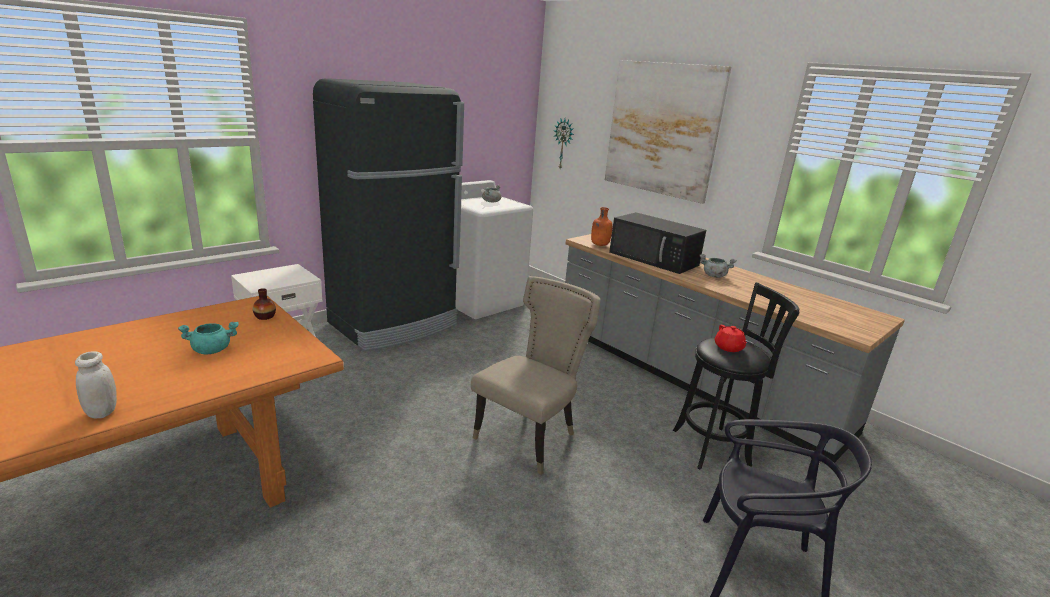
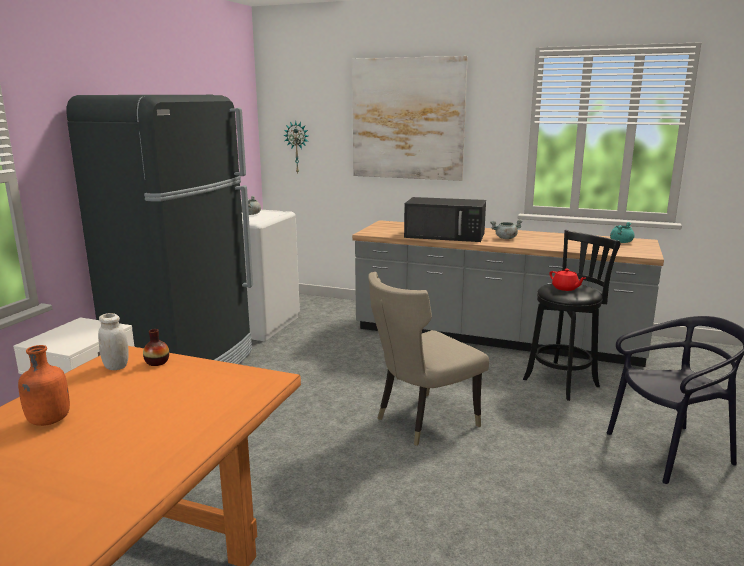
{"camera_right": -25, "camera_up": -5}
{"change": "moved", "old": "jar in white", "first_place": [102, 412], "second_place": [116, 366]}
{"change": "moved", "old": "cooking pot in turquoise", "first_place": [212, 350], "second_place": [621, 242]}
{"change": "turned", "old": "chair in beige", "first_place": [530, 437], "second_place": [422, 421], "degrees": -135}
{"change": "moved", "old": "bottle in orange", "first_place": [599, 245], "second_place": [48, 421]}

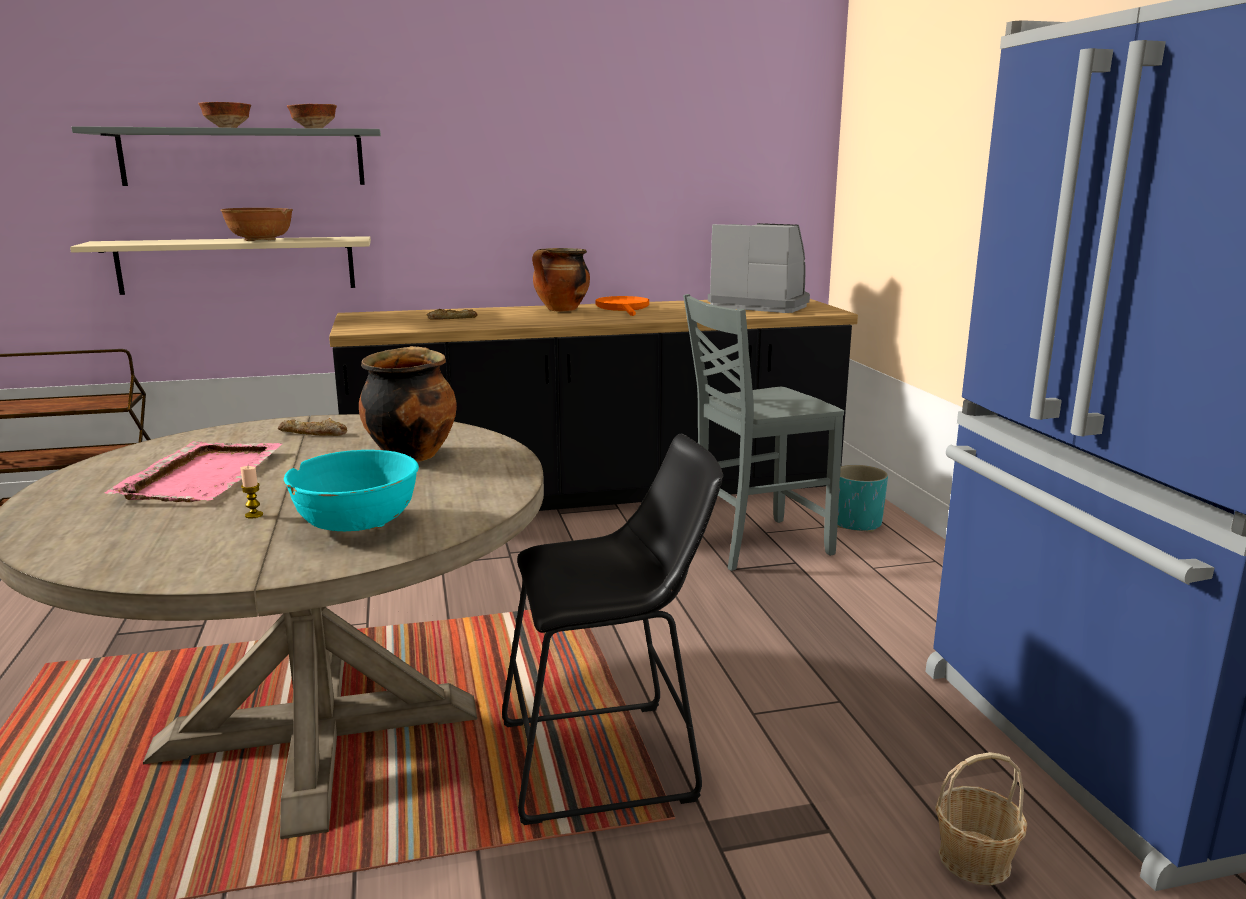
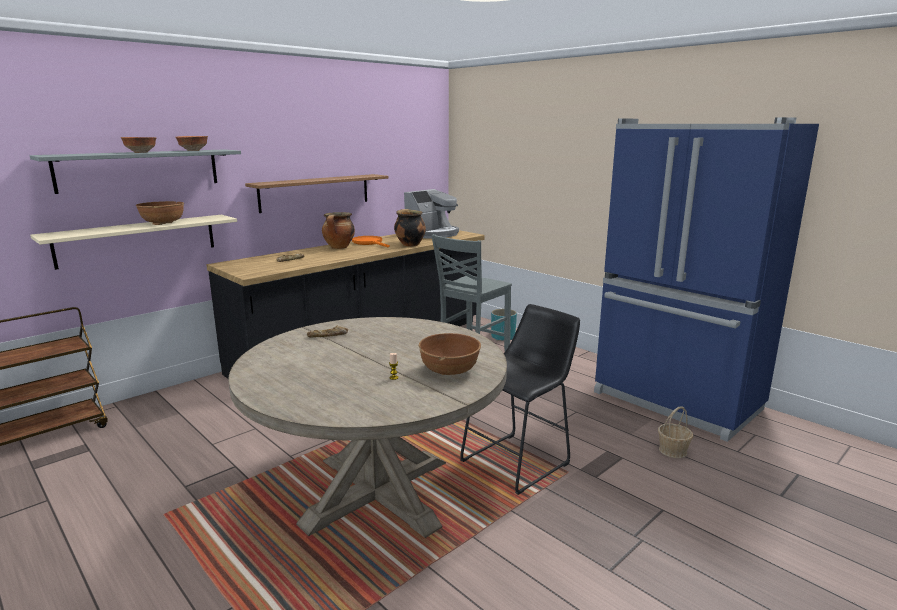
{"camera_right": -30, "camera_up": 0}
{"change": "removed", "old": "tray in pink", "first_place": [203, 475]}
{"change": "recoloured", "old": "bowl in turquoise", "new": "bowl in brown", "first_place": [357, 524], "second_place": [449, 371]}
{"change": "moved", "old": "cooking pot", "first_place": [411, 455], "second_place": [409, 245]}
{"change": "turned", "old": "coffee machine", "first_place": [760, 305], "second_place": [432, 234], "degrees": 135}
{"change": "added", "new": "shelf", "second_place": [315, 192]}

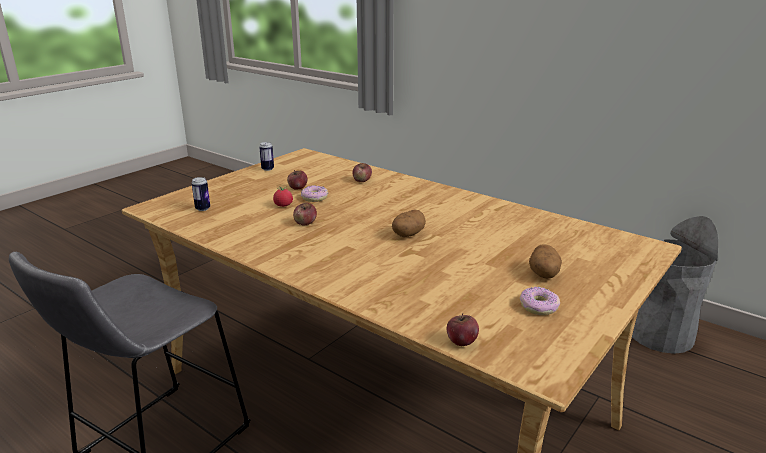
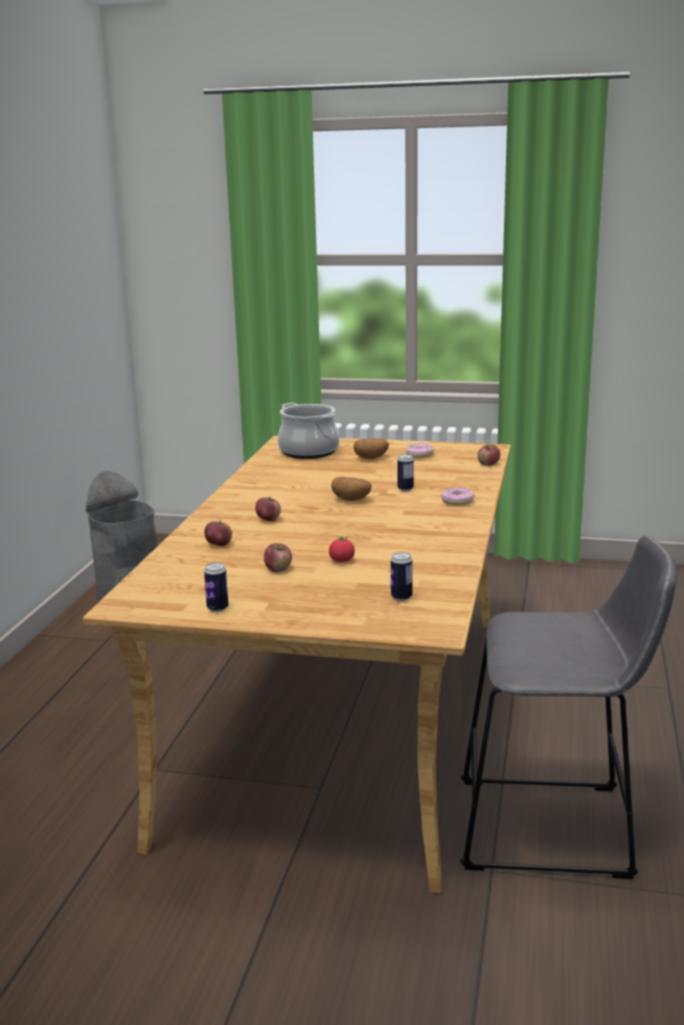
{"camera_right": -115, "camera_up": -5}
{"change": "moved", "old": "apple", "first_place": [305, 223], "second_place": [268, 519]}
{"change": "moved", "old": "donut", "first_place": [314, 198], "second_place": [457, 501]}
{"change": "added", "new": "cooking pot", "second_place": [309, 451]}
{"change": "added", "new": "can", "second_place": [405, 489]}

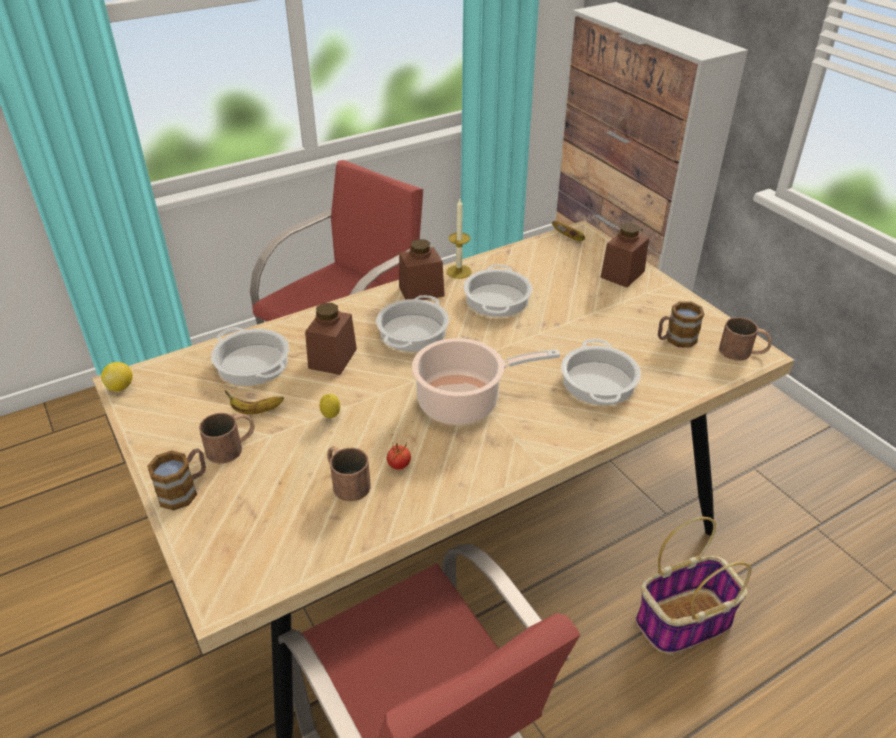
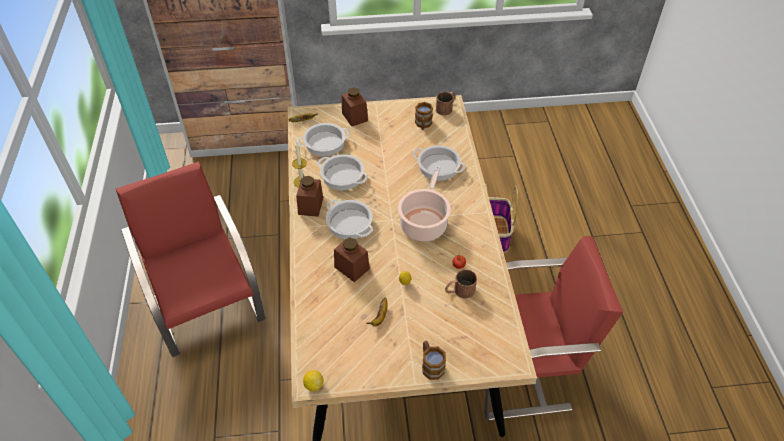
{"camera_right": -65, "camera_up": 10}
{"change": "removed", "old": "mug in brown", "first_place": [232, 446]}
{"change": "moved", "old": "cooking pot", "first_place": [253, 364], "second_place": [325, 143]}

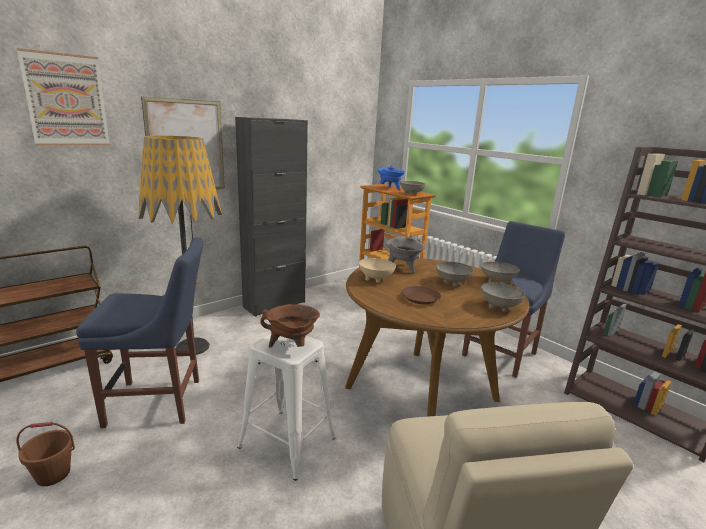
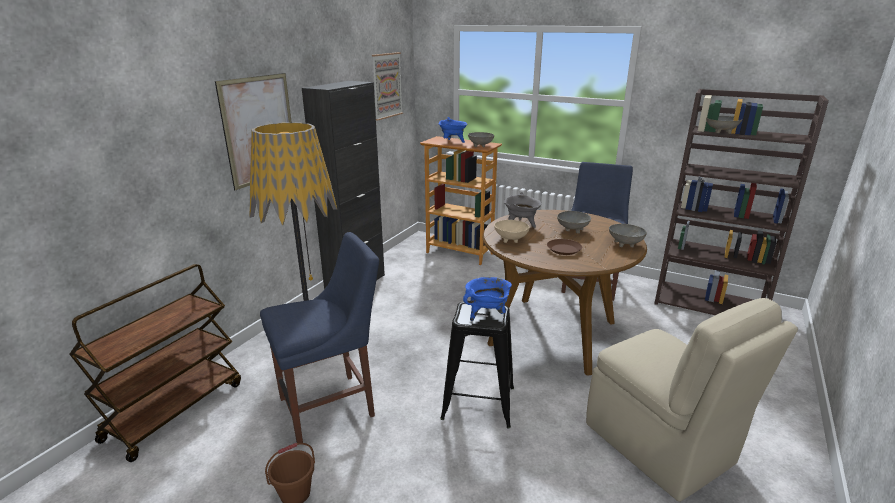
{"camera_right": -20, "camera_up": 5}
{"change": "moved", "old": "picture", "first_place": [66, 100], "second_place": [386, 85]}
{"change": "recoloured", "old": "stool in white", "new": "stool in black", "first_place": [286, 442], "second_place": [477, 403]}
{"change": "recoloured", "old": "cooking pot in brown", "new": "cooking pot in blue", "first_place": [292, 345], "second_place": [487, 315]}
{"change": "moved", "old": "bowl in grey", "first_place": [498, 281], "second_place": [721, 132]}

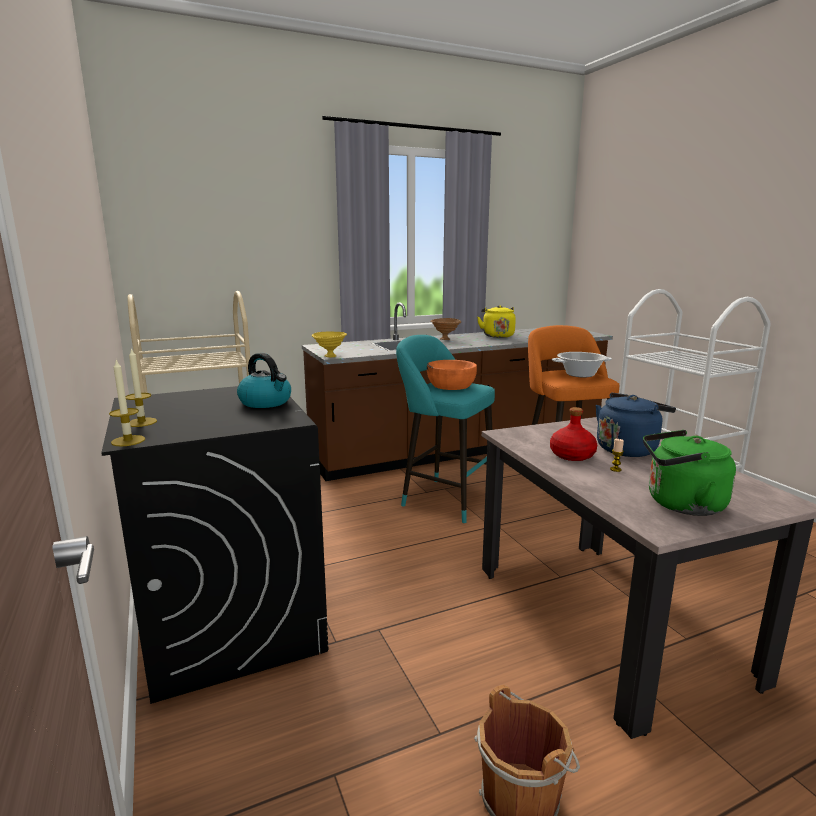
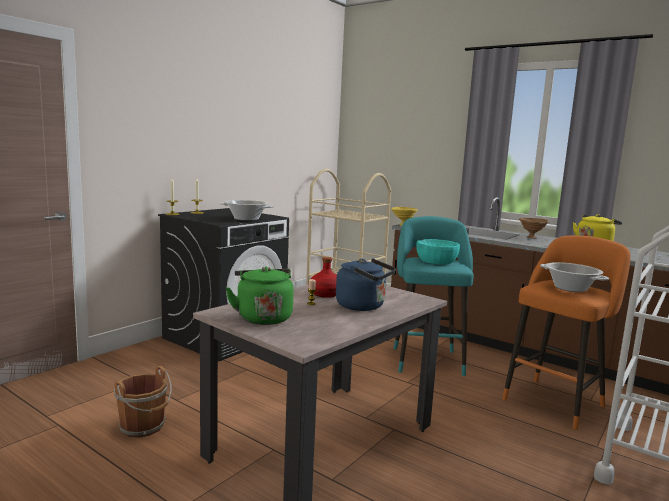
{"camera_right": 60, "camera_up": -5}
{"change": "replaced", "old": "kettle", "new": "cooking pot", "first_place": [266, 402], "second_place": [246, 219]}
{"change": "recoloured", "old": "bowl in orange", "new": "bowl in turquoise", "first_place": [451, 385], "second_place": [436, 260]}

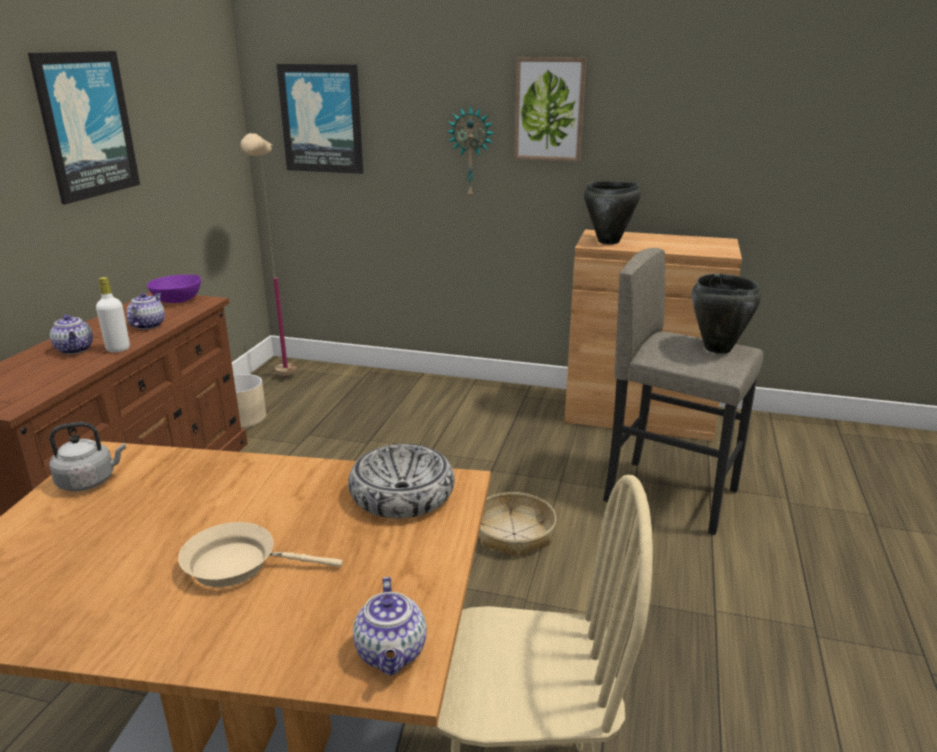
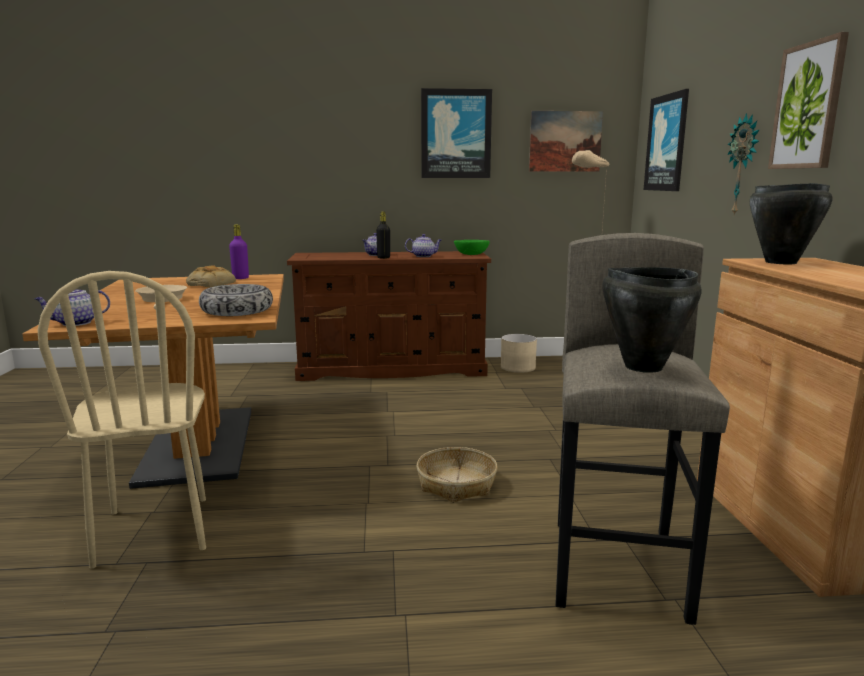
{"camera_right": 70, "camera_up": -10}
{"change": "replaced", "old": "kettle in grey", "new": "bottle in purple", "first_place": [90, 481], "second_place": [240, 278]}
{"change": "recoloured", "old": "bottle in white", "new": "bottle in black", "first_place": [118, 349], "second_place": [383, 258]}
{"change": "recoloured", "old": "bowl in purple", "new": "bowl in green", "first_place": [177, 300], "second_place": [471, 254]}
{"change": "added", "new": "bread", "second_place": [211, 284]}
{"change": "added", "new": "picture", "second_place": [565, 141]}

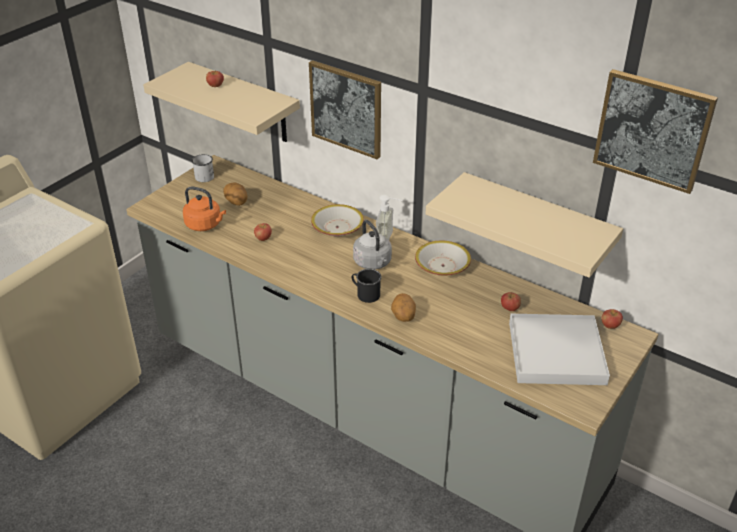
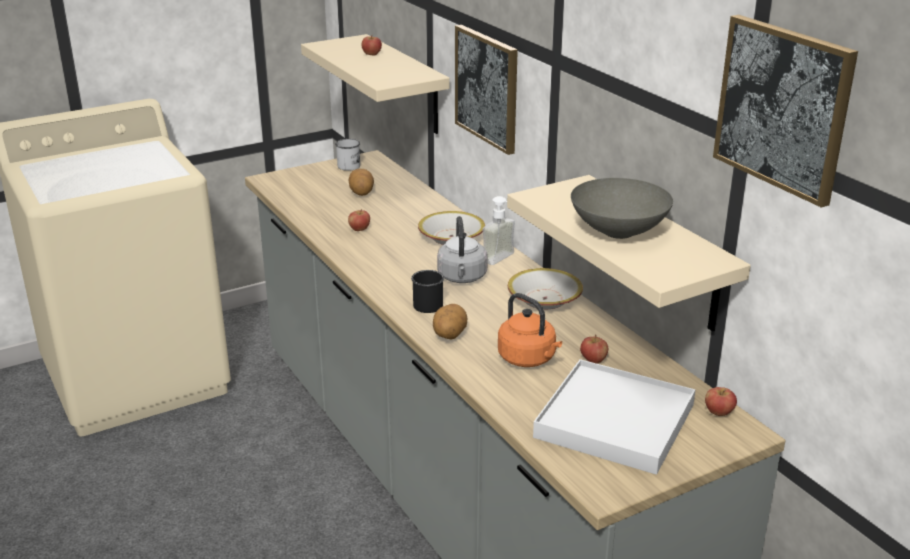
{"camera_right": 25, "camera_up": -10}
{"change": "moved", "old": "kettle in orange", "first_place": [205, 225], "second_place": [529, 359]}
{"change": "added", "new": "bowl in grey", "second_place": [620, 232]}

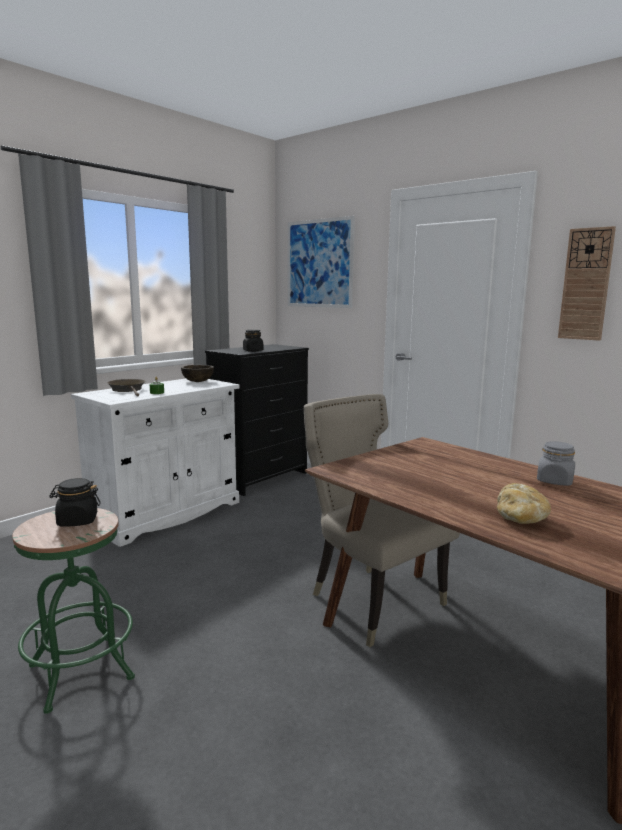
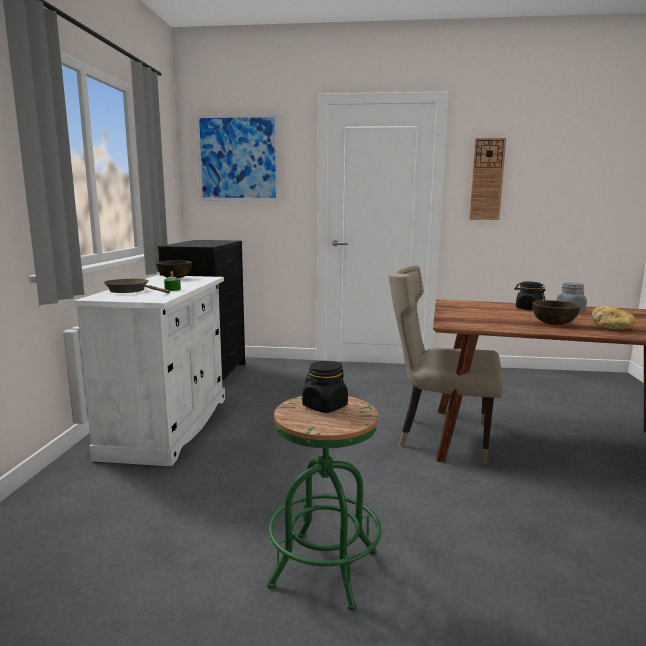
{"camera_right": -35, "camera_up": 0}
{"change": "moved", "old": "jar in black", "first_place": [253, 351], "second_place": [528, 308]}
{"change": "added", "new": "bowl in brown", "second_place": [554, 324]}

